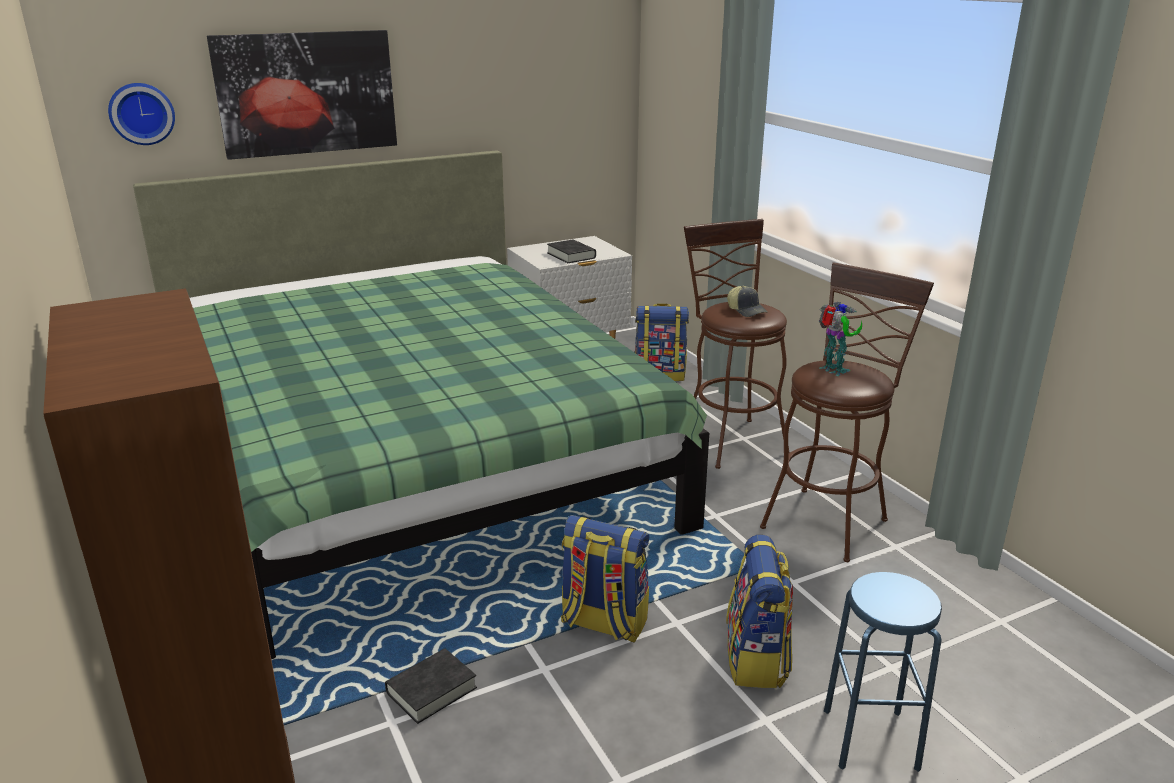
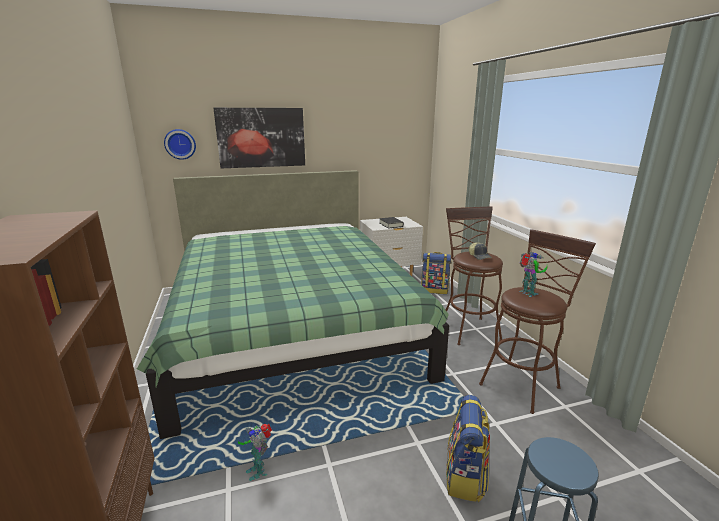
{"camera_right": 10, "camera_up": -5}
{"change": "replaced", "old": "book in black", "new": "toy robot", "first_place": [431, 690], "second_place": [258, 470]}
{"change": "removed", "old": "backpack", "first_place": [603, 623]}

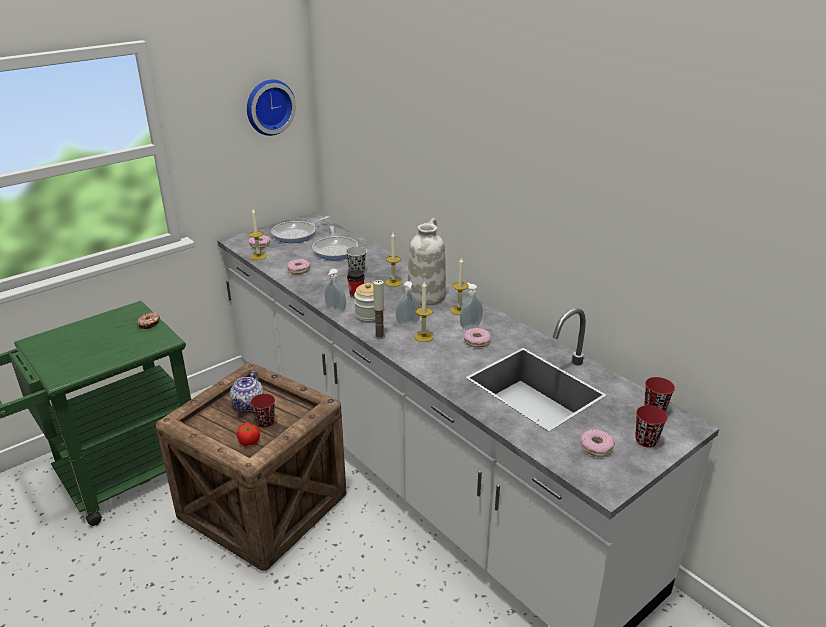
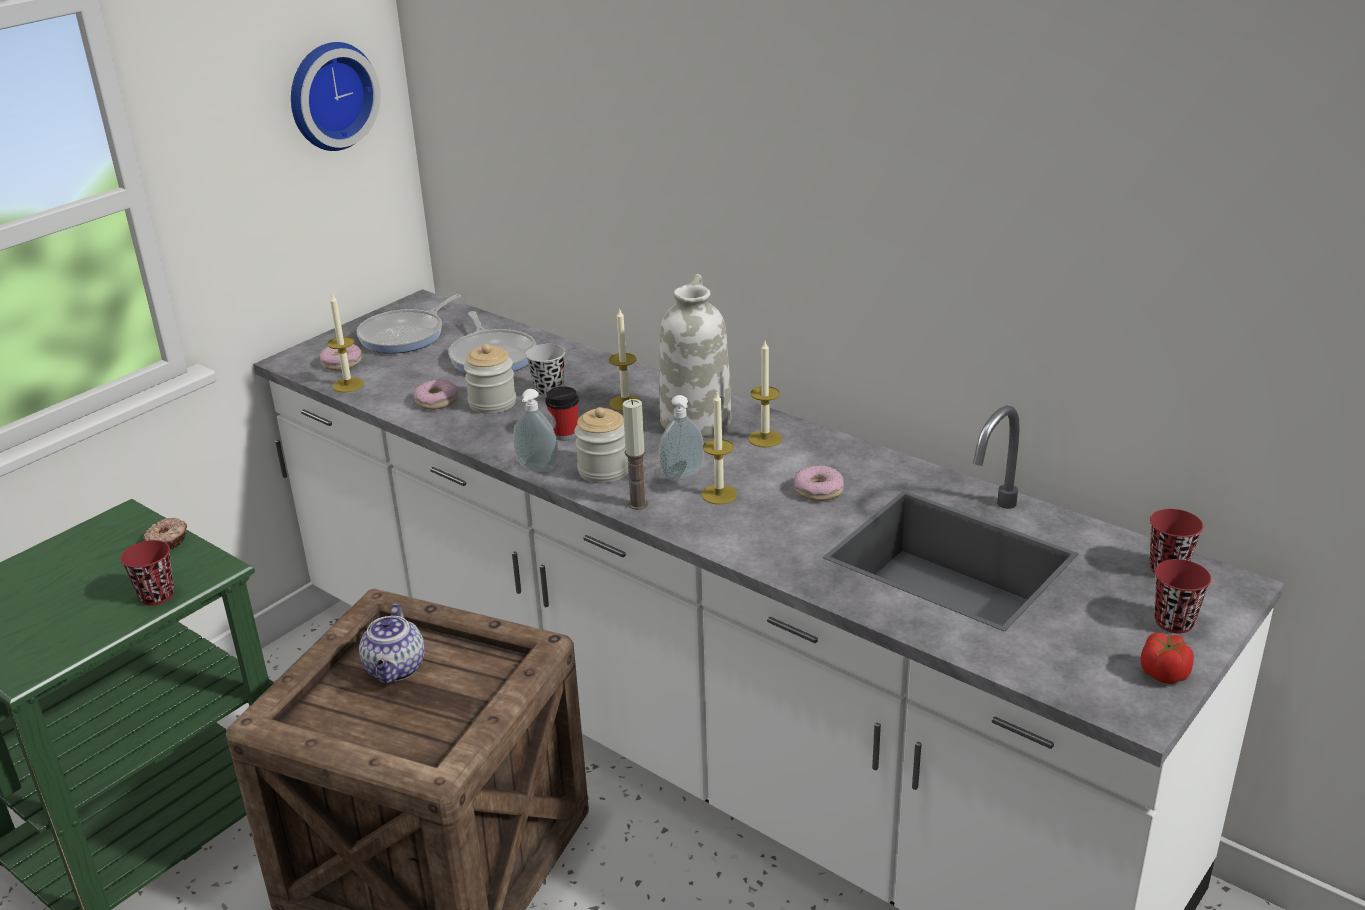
{"camera_right": -10, "camera_up": 0}
{"change": "moved", "old": "tomato", "first_place": [249, 441], "second_place": [1163, 673]}
{"change": "moved", "old": "cup in red", "first_place": [265, 422], "second_place": [157, 596]}
{"change": "removed", "old": "soap dispenser", "first_place": [470, 326]}
{"change": "removed", "old": "donut", "first_place": [596, 447]}
{"change": "added", "new": "jar", "second_place": [492, 403]}

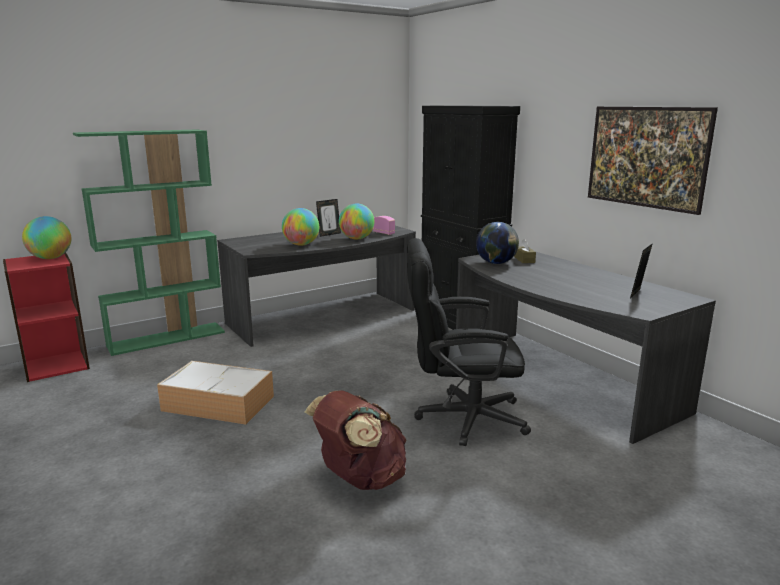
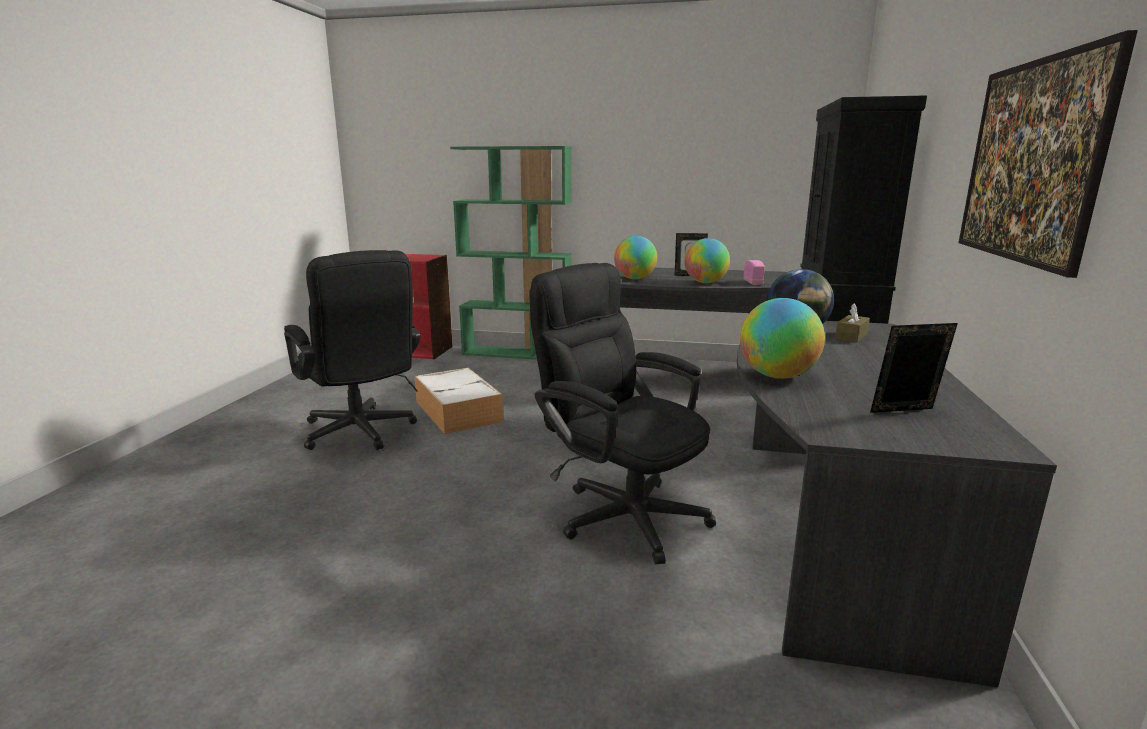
{"camera_right": 45, "camera_up": 0}
{"change": "moved", "old": "globe", "first_place": [50, 258], "second_place": [777, 376]}
{"change": "removed", "old": "backpack in brown", "first_place": [360, 479]}
{"change": "added", "new": "office chair in black", "second_place": [362, 434]}

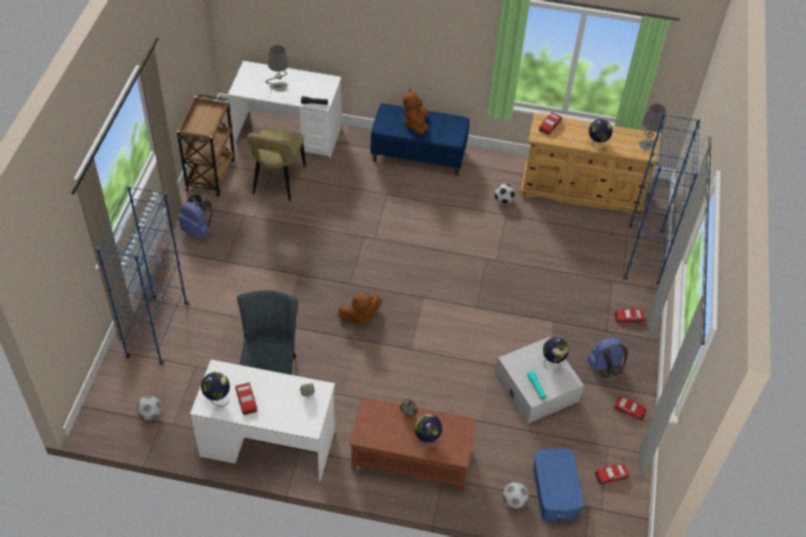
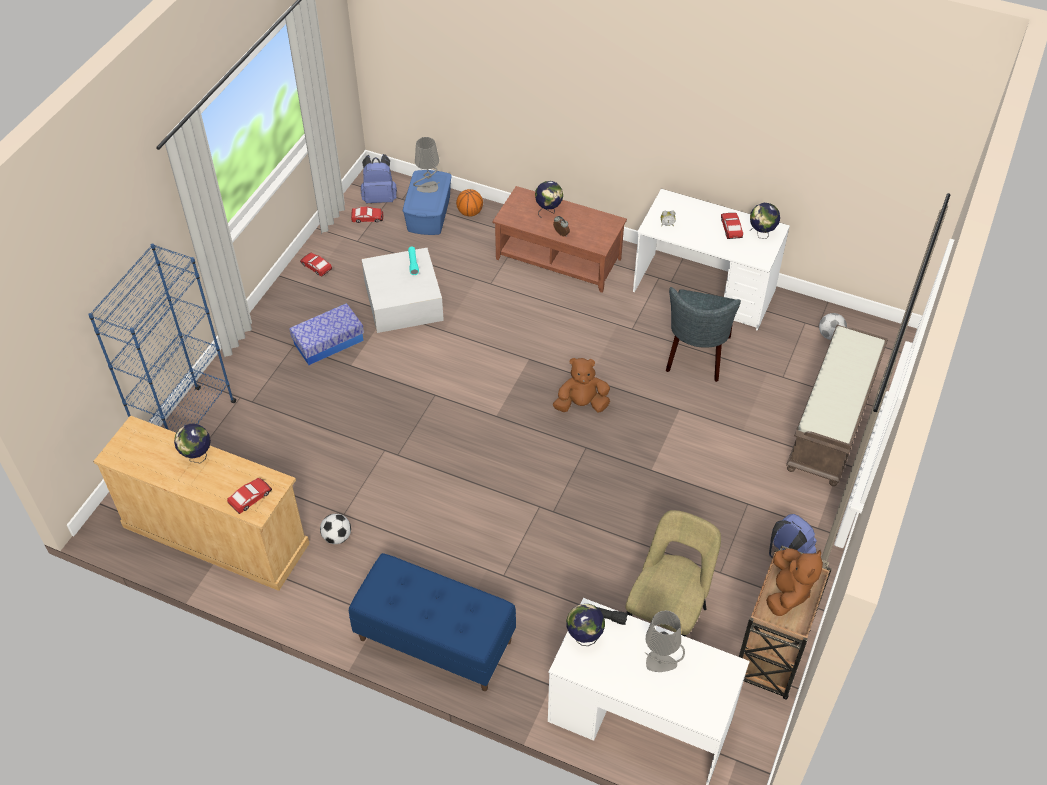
{"camera_right": -165, "camera_up": 0}
{"change": "replaced", "old": "bookcase in blue", "new": "bench in brown", "first_place": [157, 330], "second_place": [832, 424]}
{"change": "moved", "old": "plush toy in brown", "first_place": [416, 124], "second_place": [787, 592]}
{"change": "replaced", "old": "football", "new": "basketball", "first_place": [514, 501], "second_place": [470, 212]}
{"change": "moved", "old": "globe", "first_place": [553, 361], "second_place": [584, 637]}
{"change": "moved", "old": "backpack in blue", "first_place": [604, 369], "second_place": [380, 198]}
{"change": "removed", "old": "toy car", "first_place": [628, 318]}
{"change": "moved", "old": "table lamp in grey", "first_place": [647, 144], "second_place": [428, 188]}
{"change": "added", "new": "storage box", "second_place": [328, 342]}

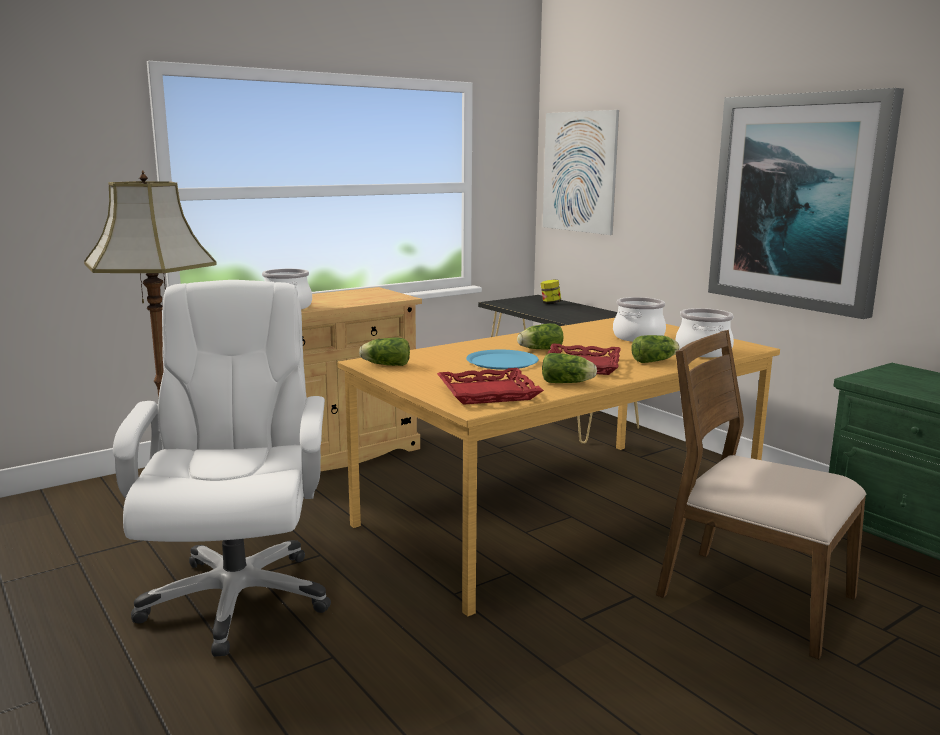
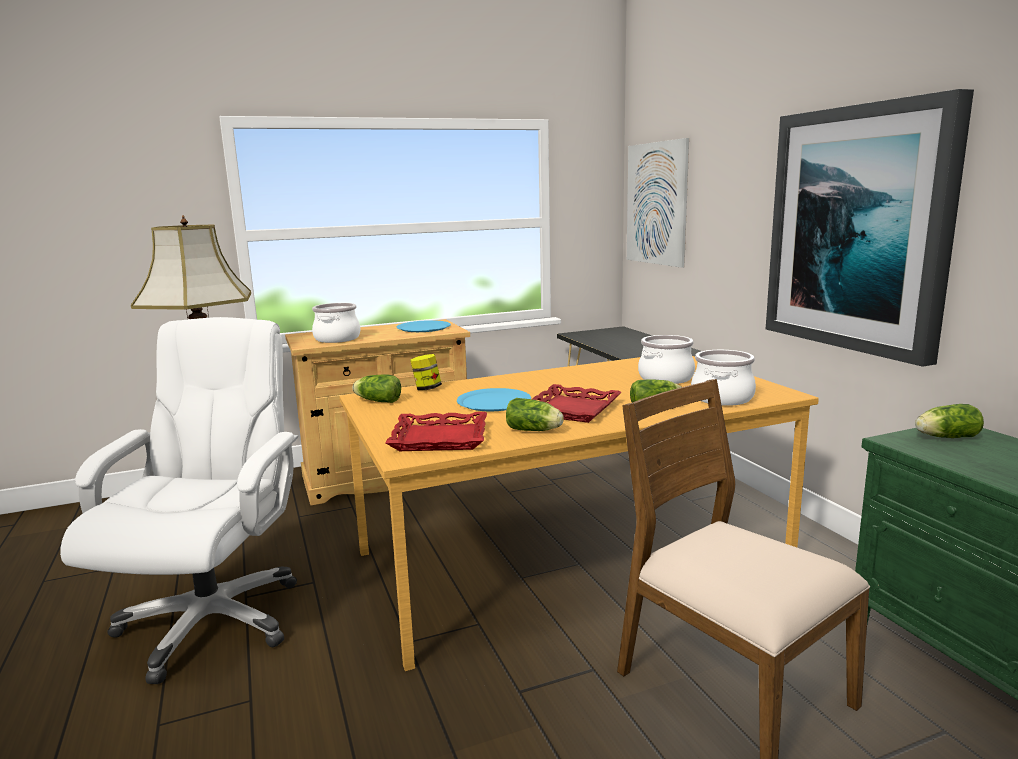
{"camera_right": 15, "camera_up": 0}
{"change": "moved", "old": "lettuce", "first_place": [539, 349], "second_place": [944, 437]}
{"change": "moved", "old": "jar", "first_place": [550, 303], "second_place": [426, 389]}
{"change": "added", "new": "plate in blue", "second_place": [423, 327]}

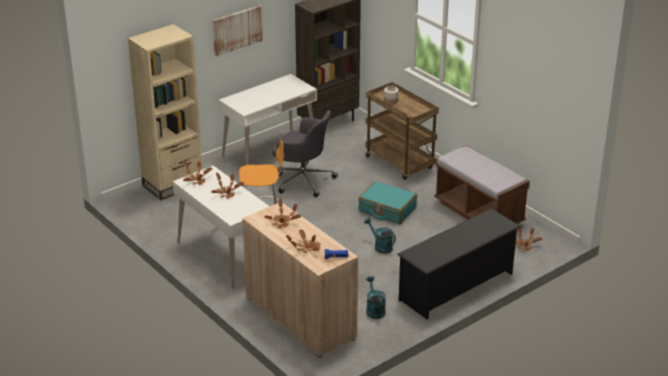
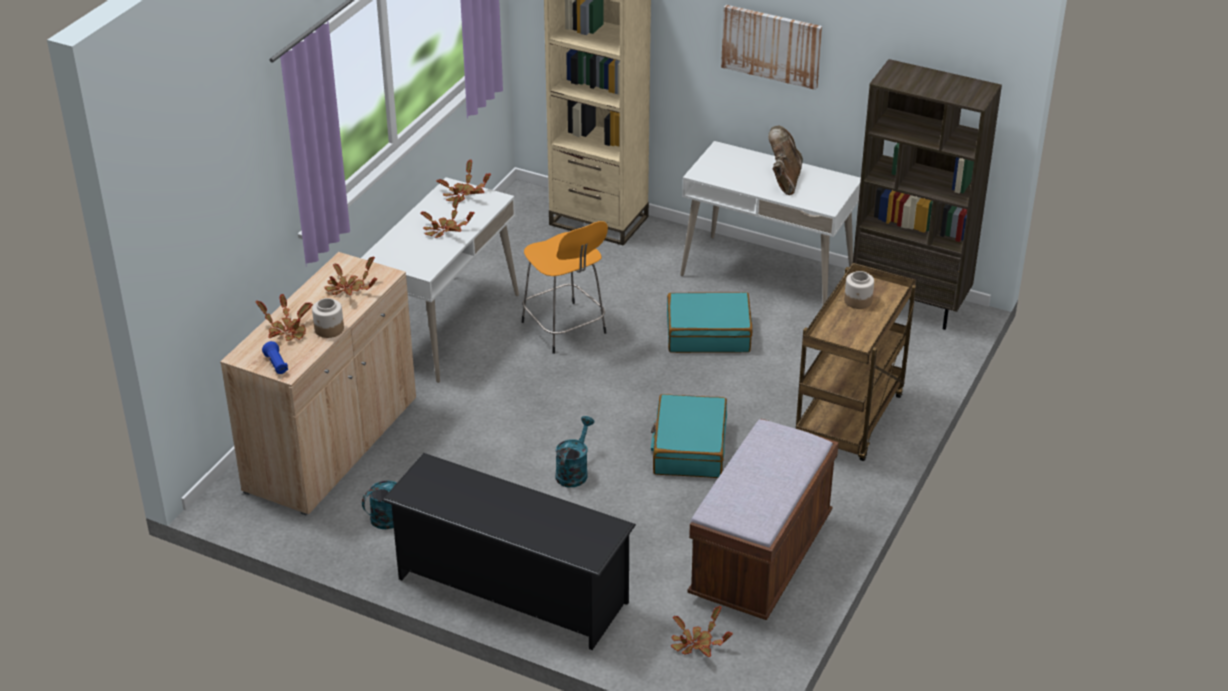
{"camera_right": 65, "camera_up": 5}
{"change": "replaced", "old": "office chair in grey", "new": "suitcase in turquoise", "first_place": [303, 180], "second_place": [708, 334]}
{"change": "added", "new": "jar", "second_place": [329, 329]}
{"change": "added", "new": "boot in brown", "second_place": [784, 180]}

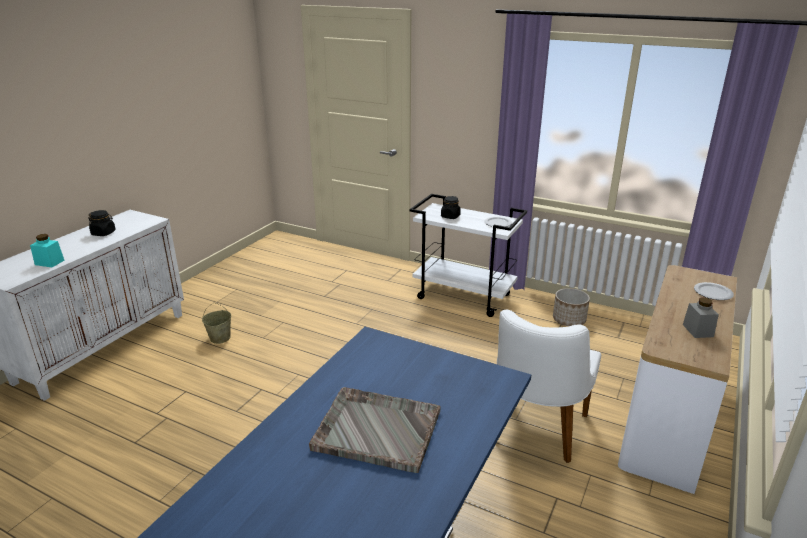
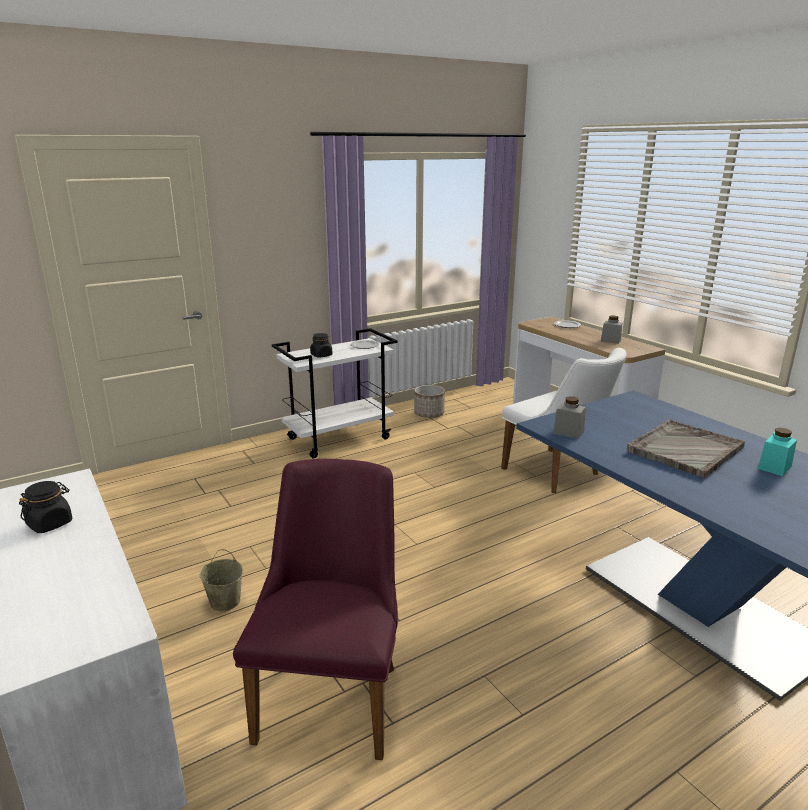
{"camera_right": -60, "camera_up": -5}
{"change": "moved", "old": "jar in turquoise", "first_place": [49, 262], "second_place": [774, 467]}
{"change": "added", "new": "chair in purple", "second_place": [334, 692]}
{"change": "added", "new": "jar in grey", "second_place": [568, 432]}

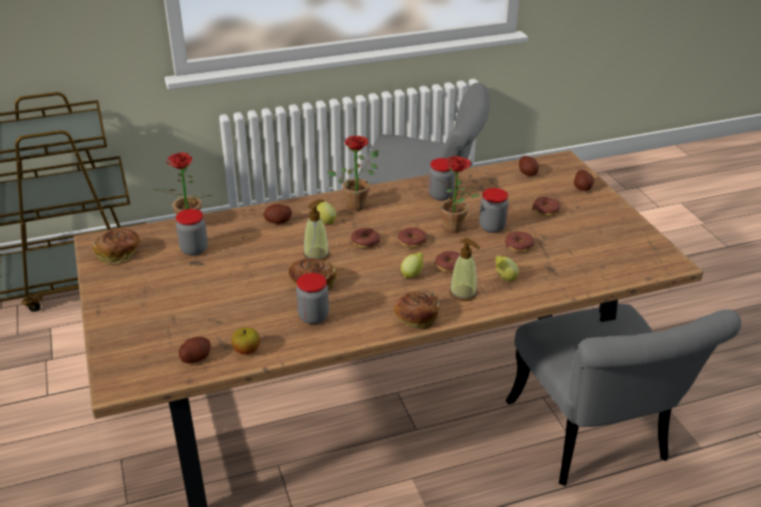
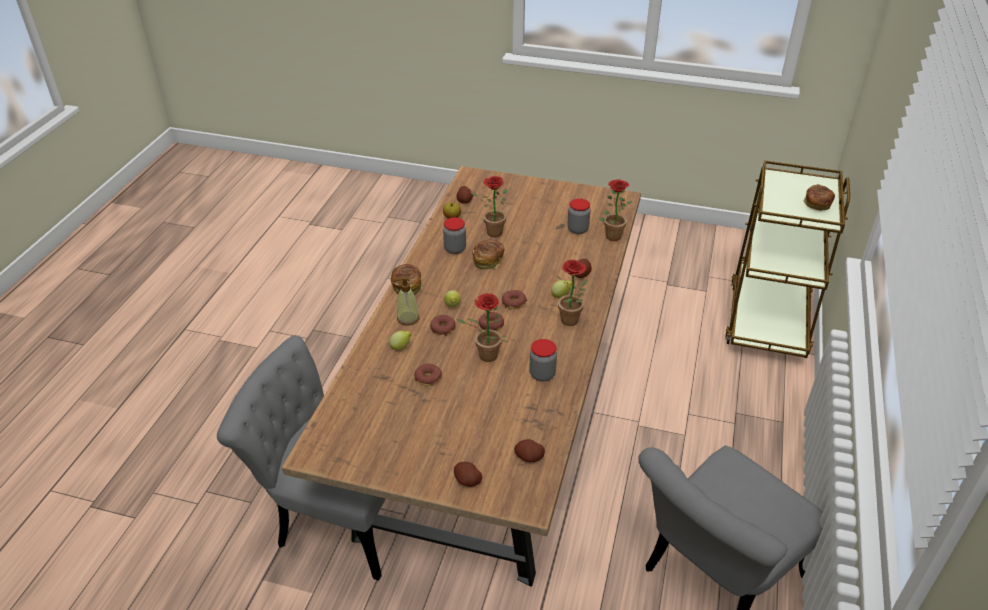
{"camera_right": 125, "camera_up": 5}
{"change": "moved", "old": "bread", "first_place": [119, 254], "second_place": [817, 205]}
{"change": "removed", "old": "soap dispenser", "first_place": [316, 255]}
{"change": "removed", "old": "jar", "first_place": [492, 227]}
{"change": "removed", "old": "donut", "first_place": [546, 210]}
{"change": "added", "new": "potted plant", "second_place": [491, 233]}

